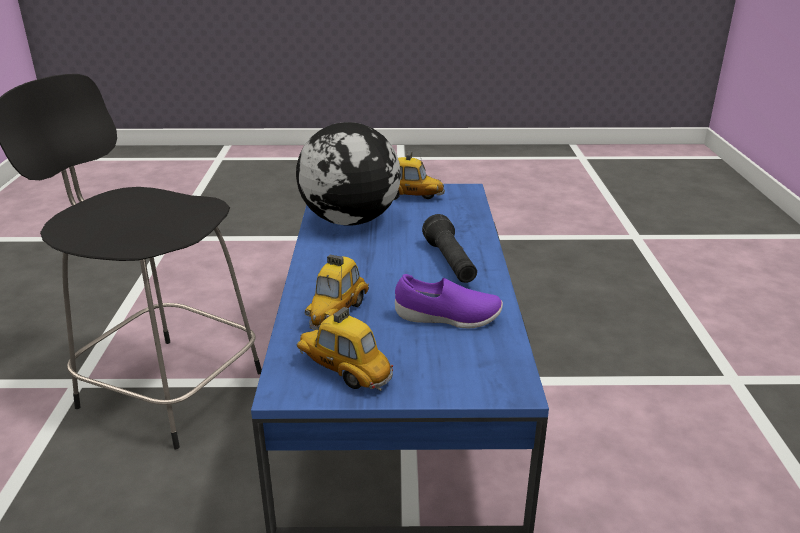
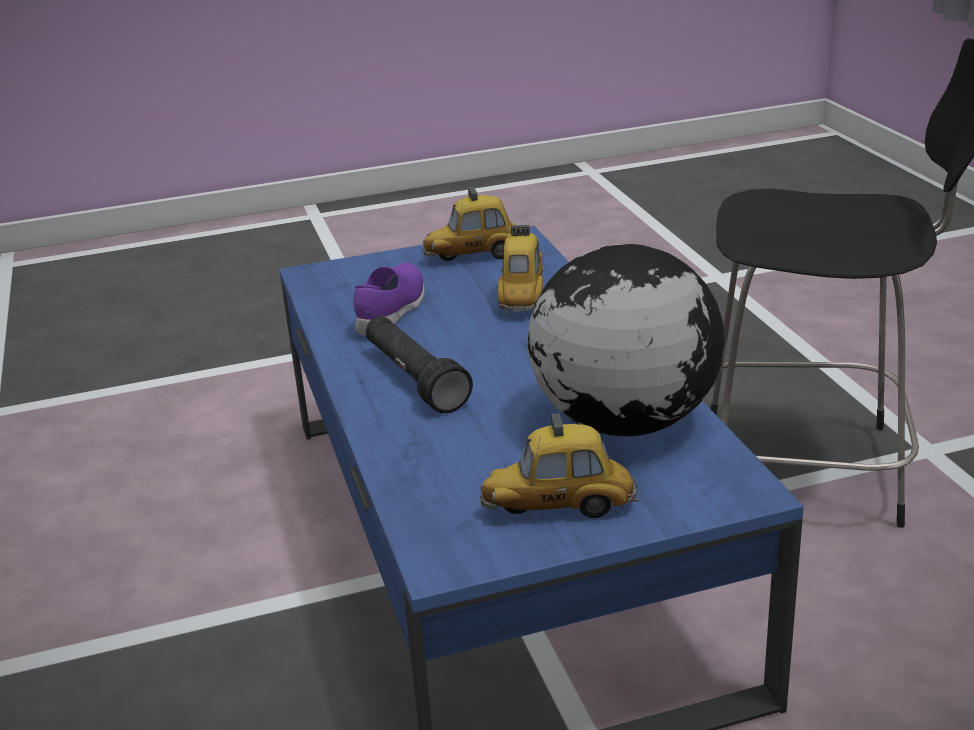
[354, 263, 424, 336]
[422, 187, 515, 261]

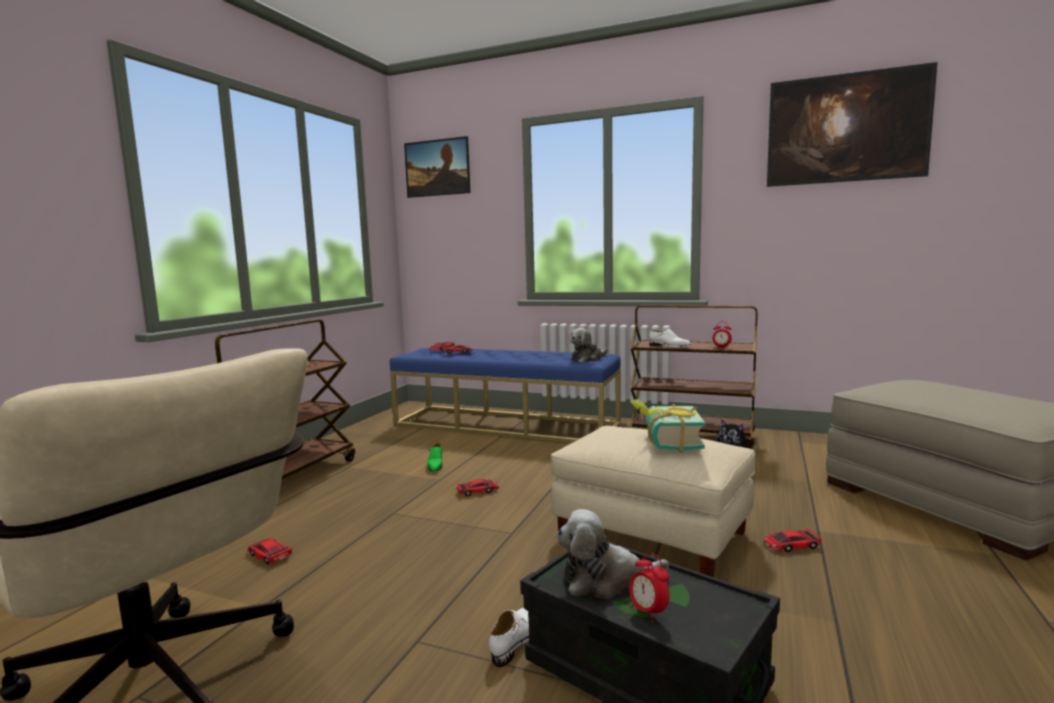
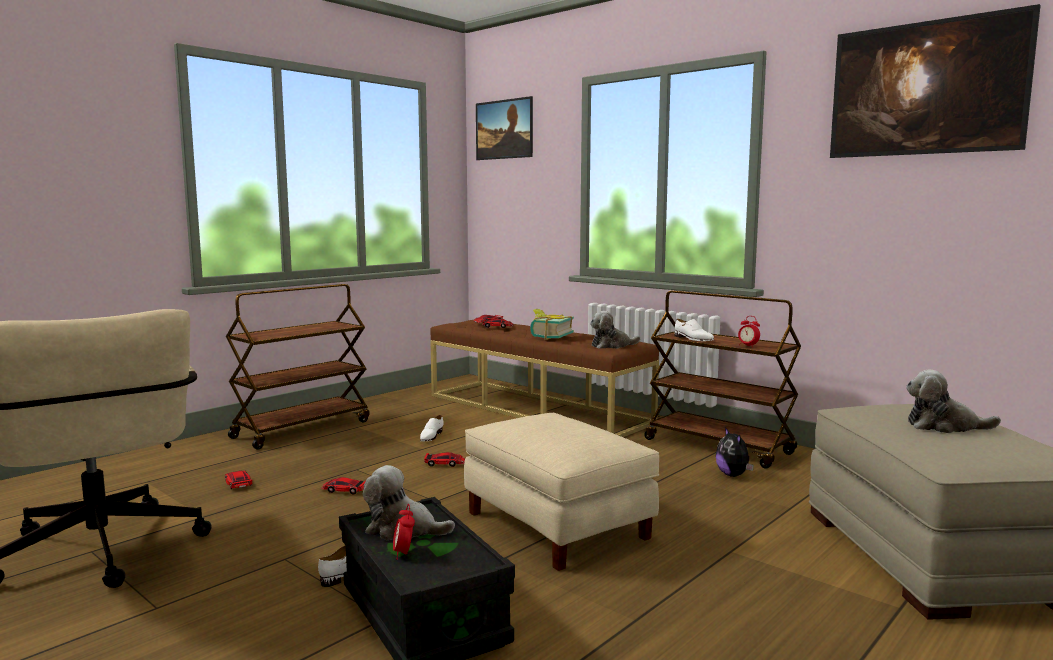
[430, 320, 659, 437]
[530, 309, 574, 340]
[420, 415, 444, 441]
[321, 477, 366, 495]
[906, 370, 1001, 433]

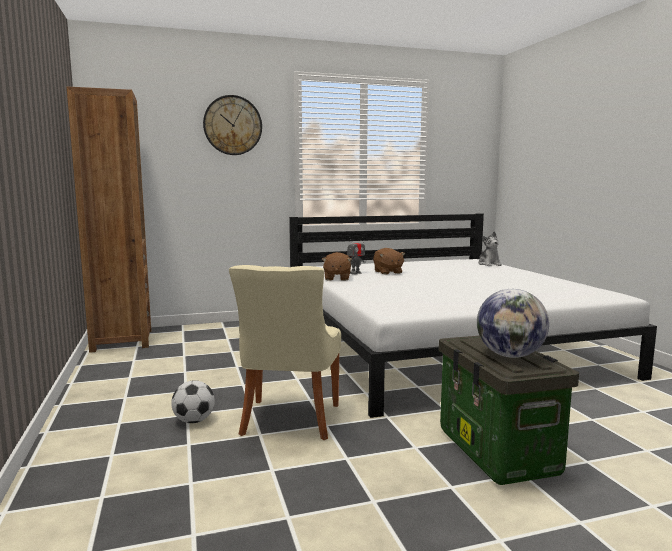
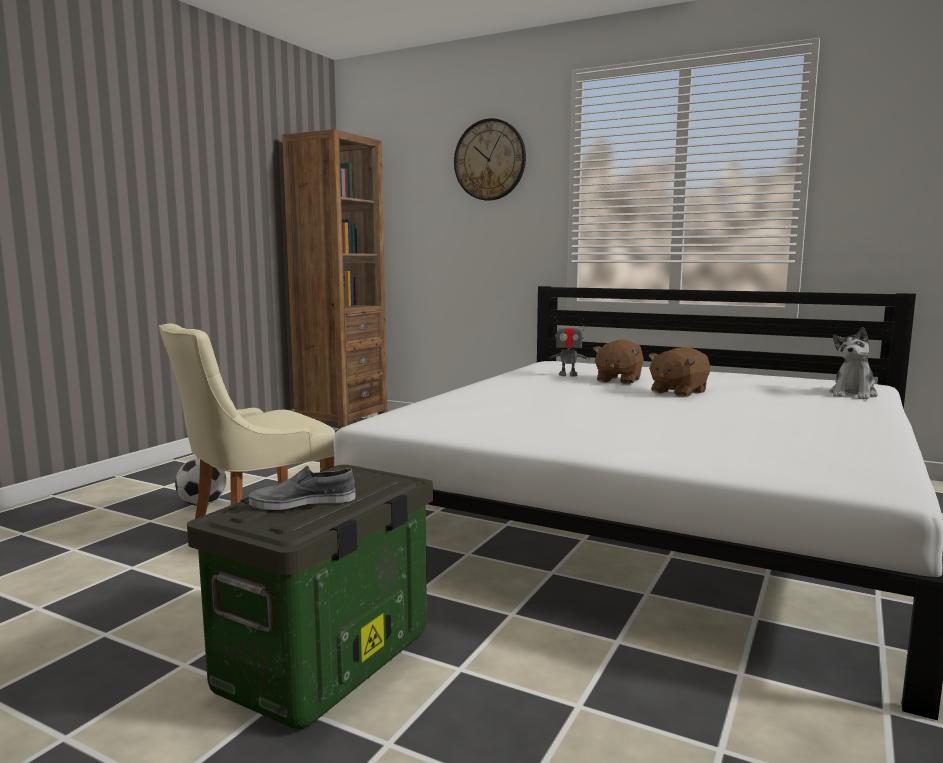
[648, 347, 710, 397]
[249, 466, 355, 510]

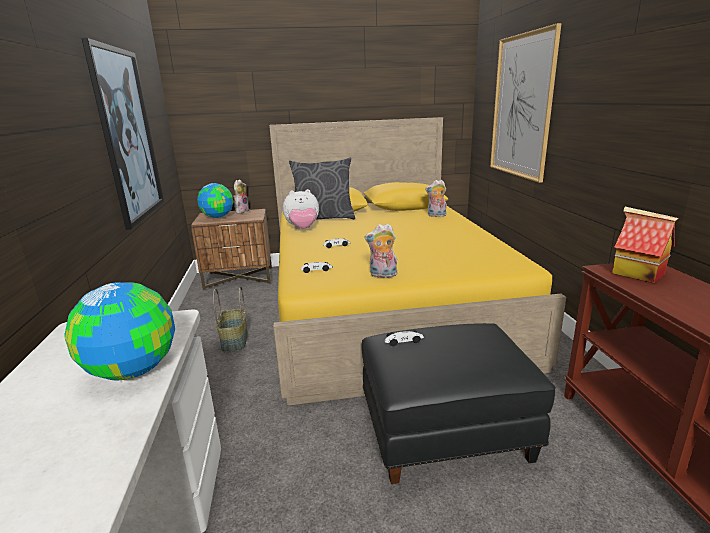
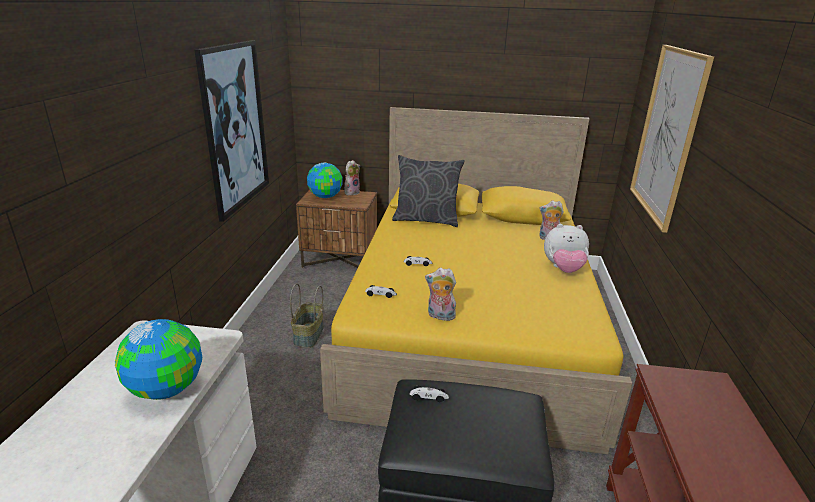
[544, 224, 589, 273]
[612, 207, 678, 283] (first image)

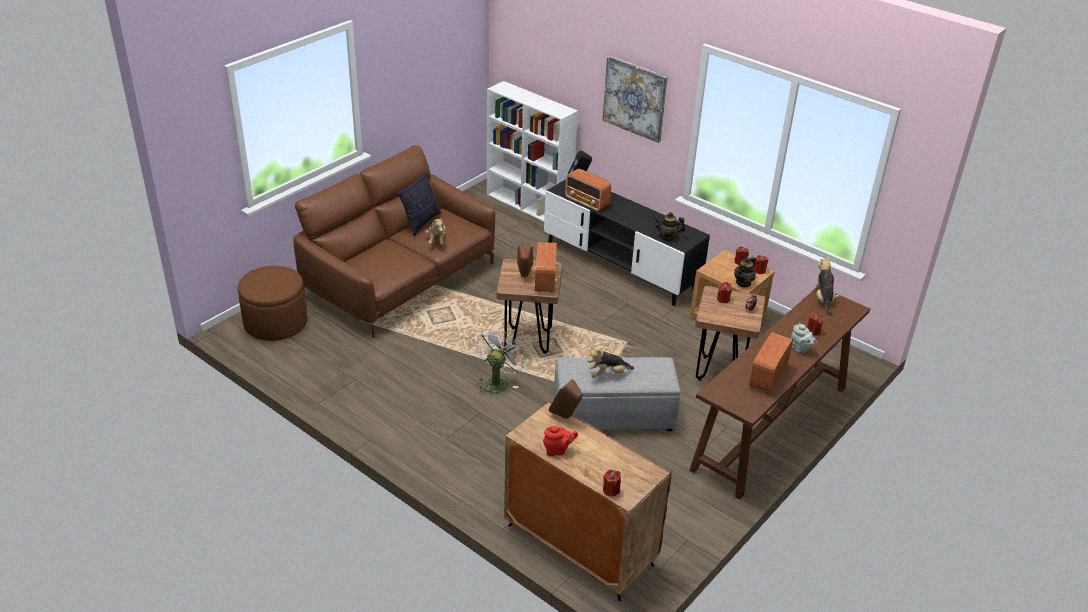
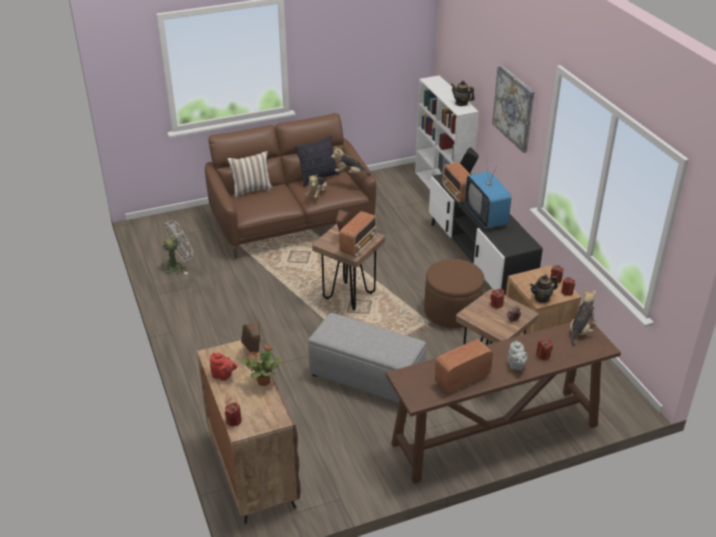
[451, 80, 475, 106]
[424, 259, 485, 328]
[159, 220, 193, 274]
[331, 146, 371, 176]
[227, 151, 273, 197]
[465, 158, 511, 229]
[241, 344, 282, 386]

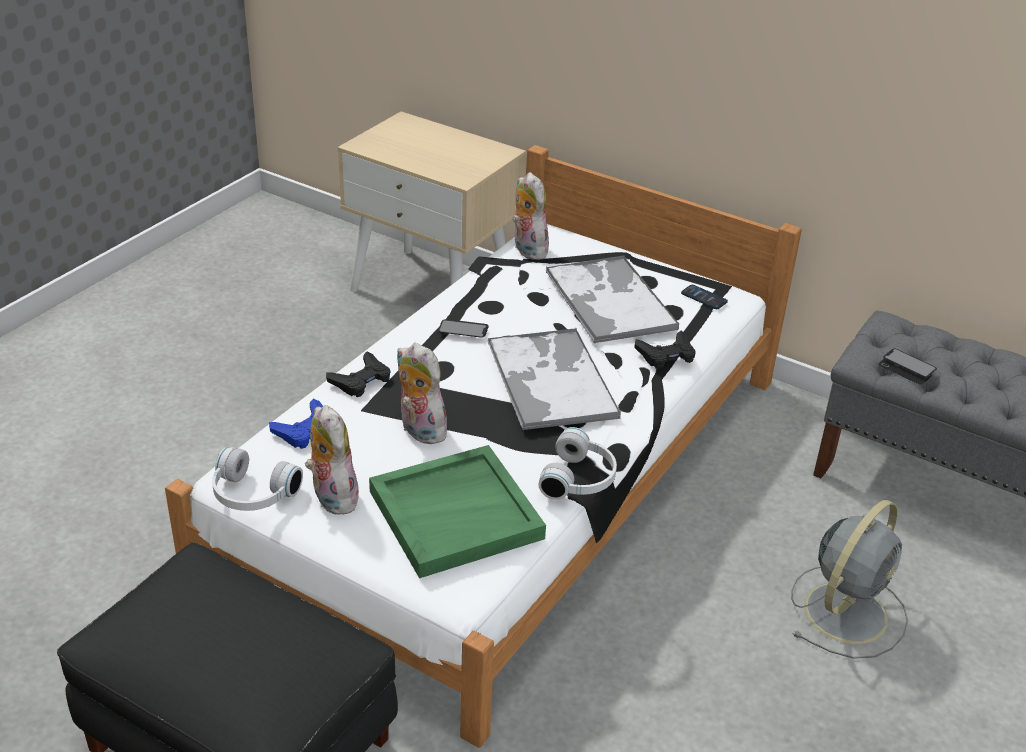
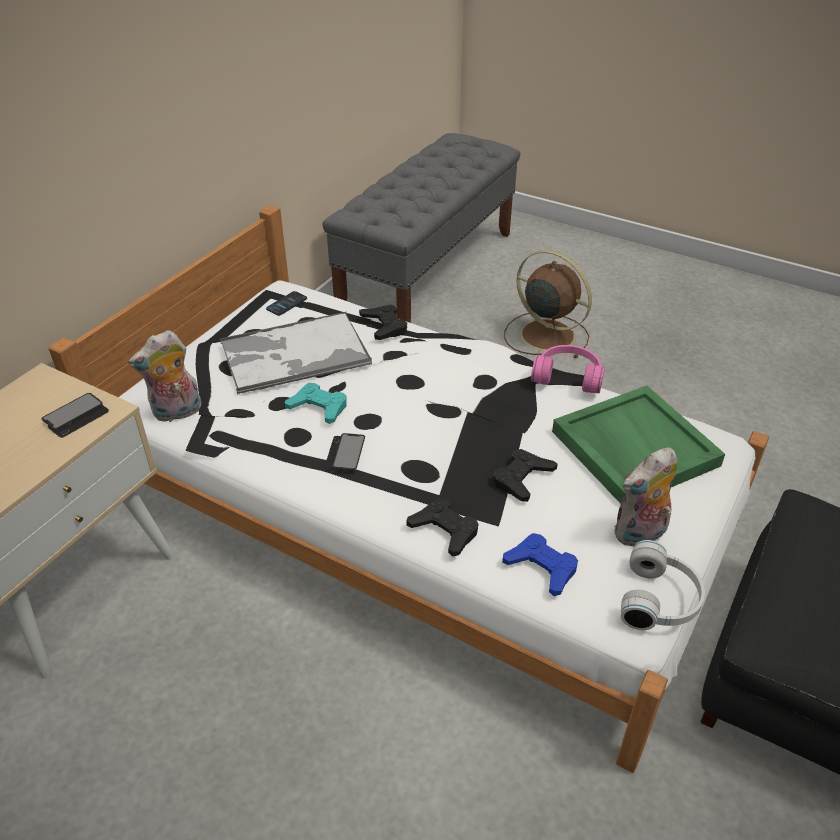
[488, 328, 621, 430] (first image)
[493, 449, 558, 502]
[42, 393, 109, 438]
[531, 345, 605, 393]
[504, 250, 592, 359]
[285, 383, 347, 424]

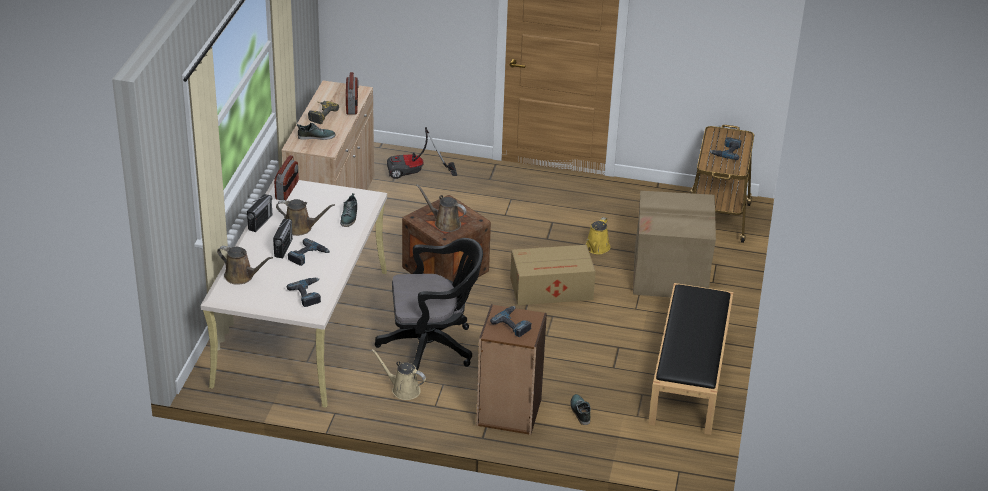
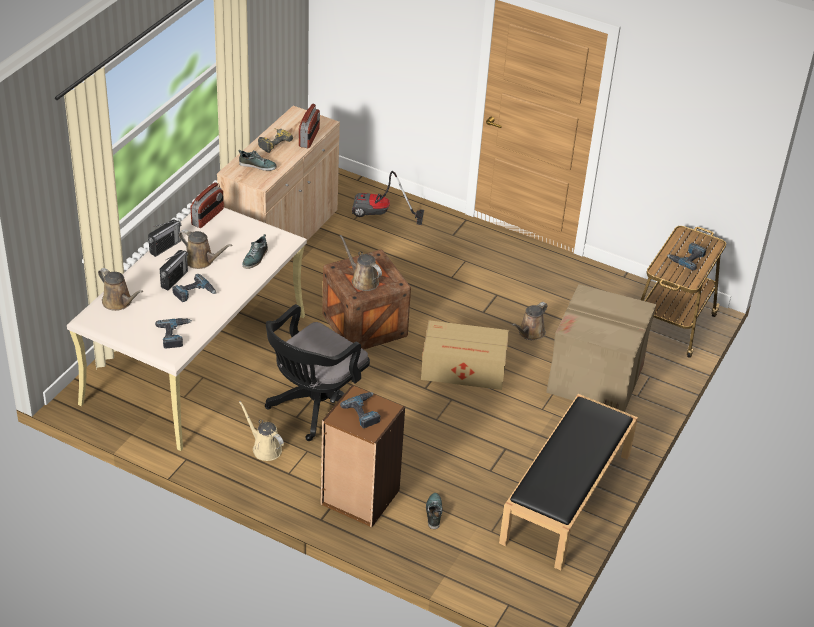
[512, 302, 548, 340]
[265, 304, 370, 441]

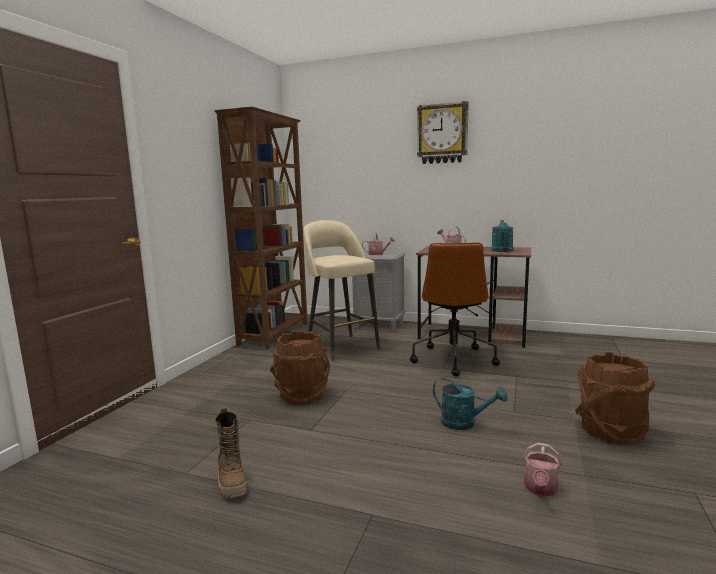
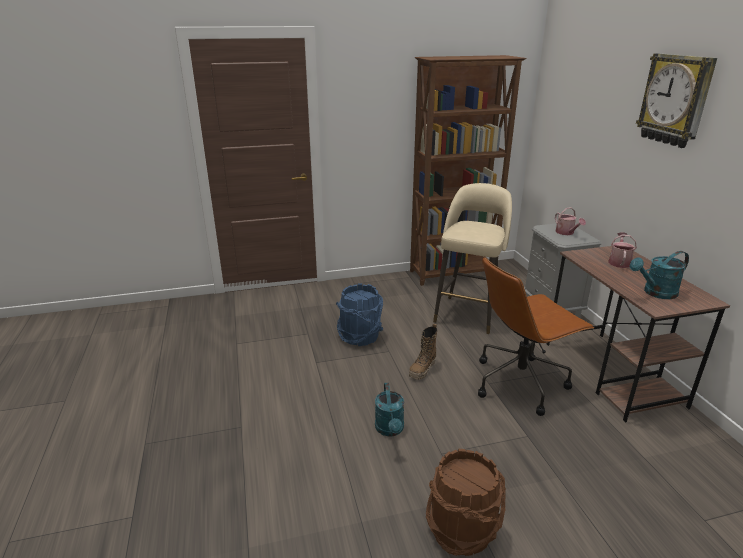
[336, 284, 383, 346]
[409, 324, 437, 380]
[523, 443, 562, 497] (first image)

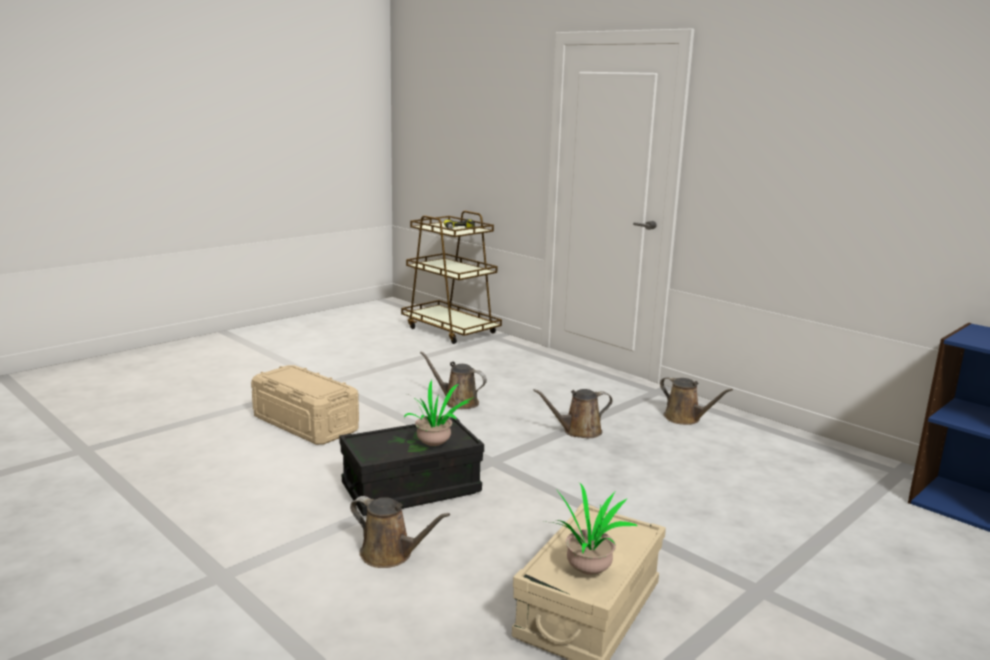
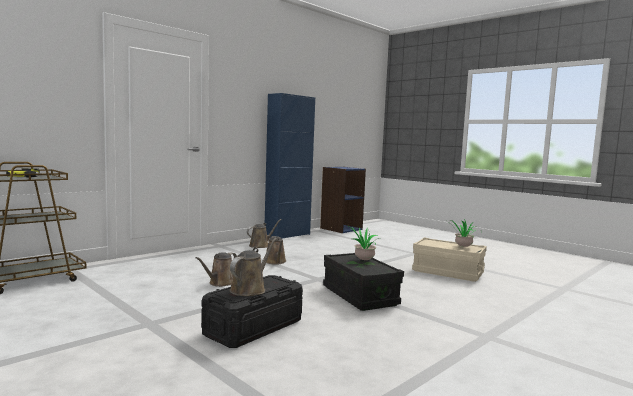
[201, 275, 303, 348]
[230, 238, 277, 296]
[265, 93, 315, 239]

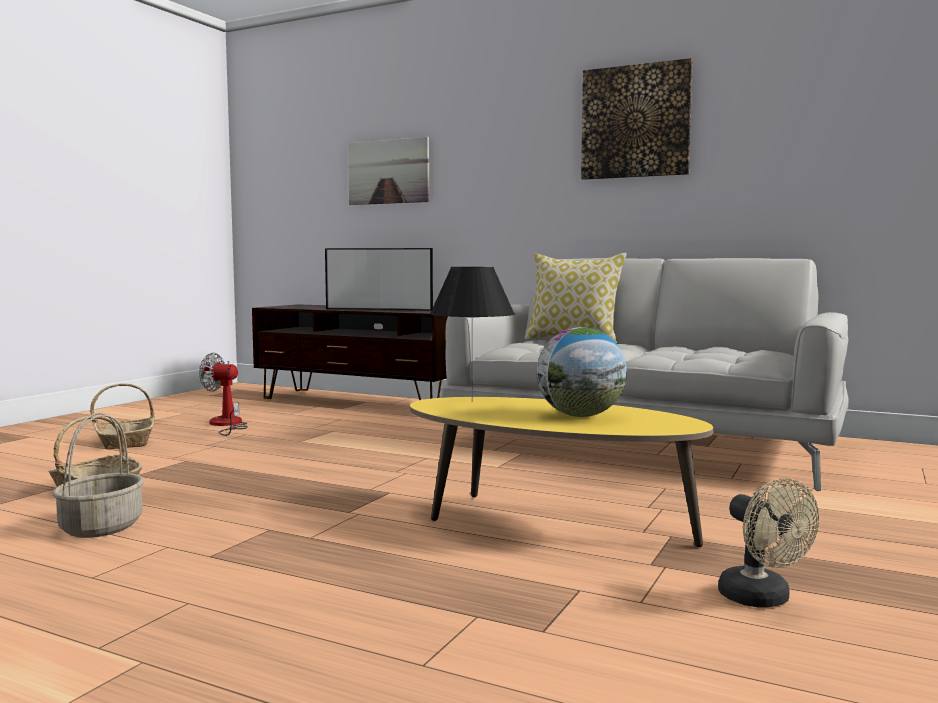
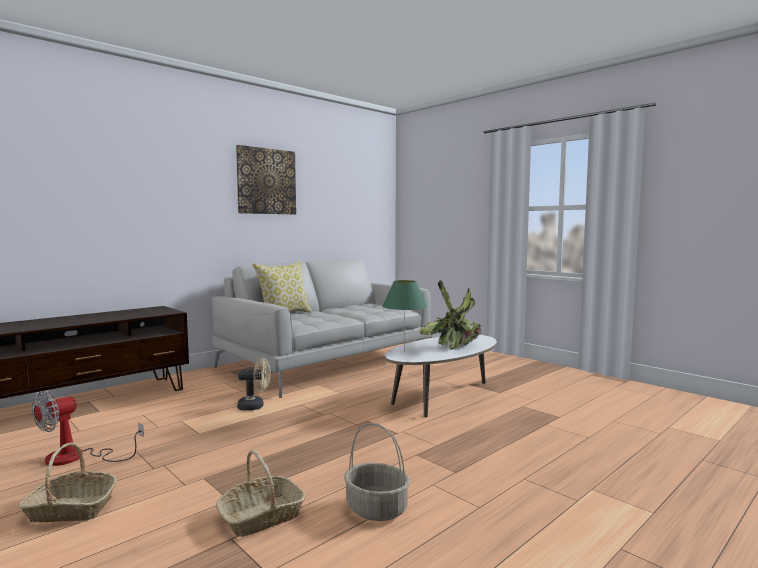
[348, 137, 429, 205] (first image)
[325, 248, 433, 311] (first image)
[382, 280, 427, 353]
[419, 280, 481, 350]
[385, 335, 497, 417]
[237, 358, 271, 411]

